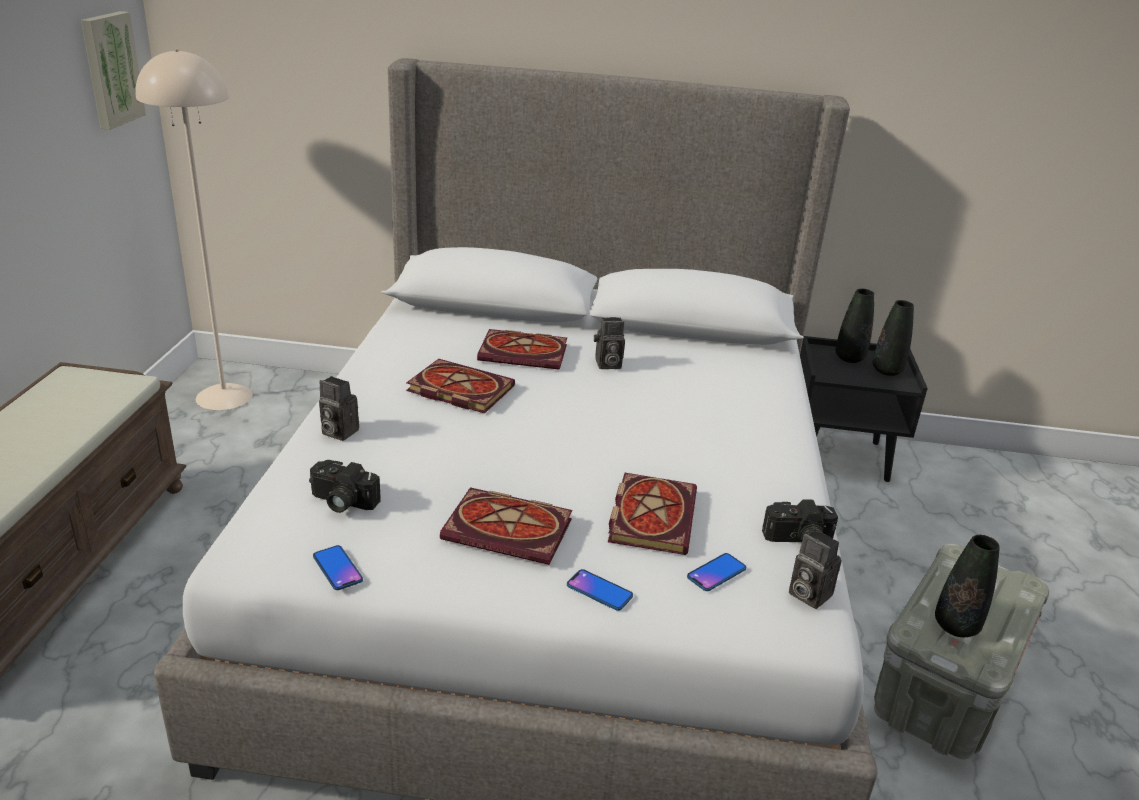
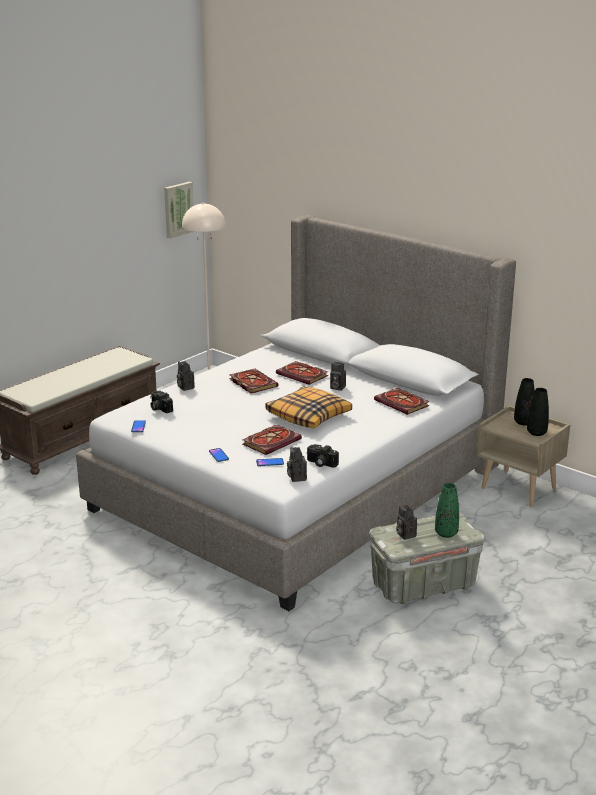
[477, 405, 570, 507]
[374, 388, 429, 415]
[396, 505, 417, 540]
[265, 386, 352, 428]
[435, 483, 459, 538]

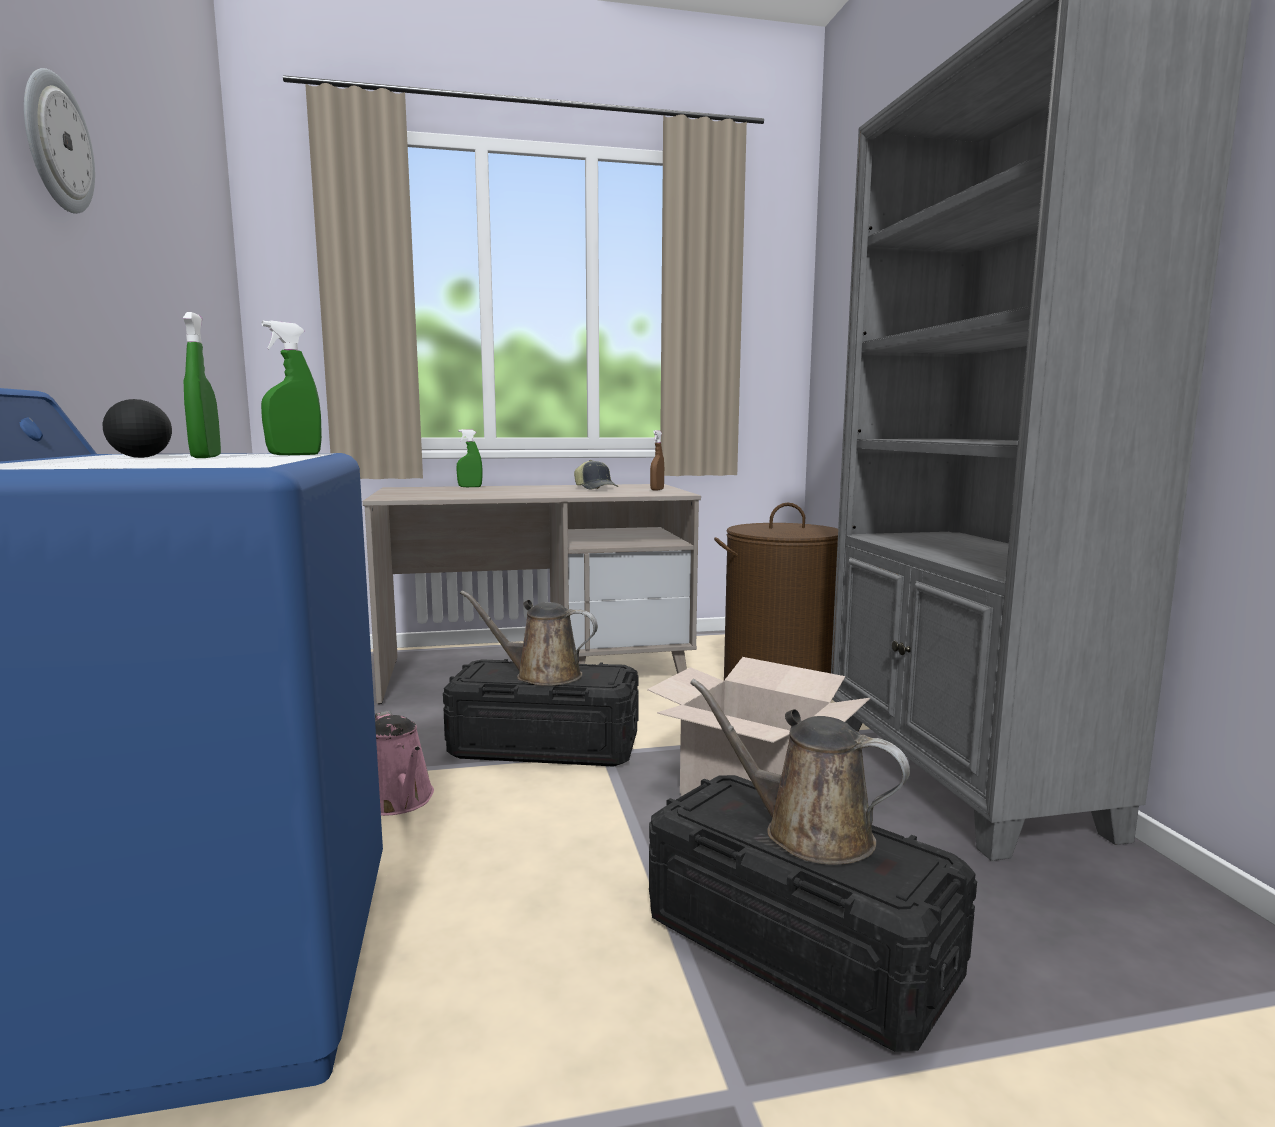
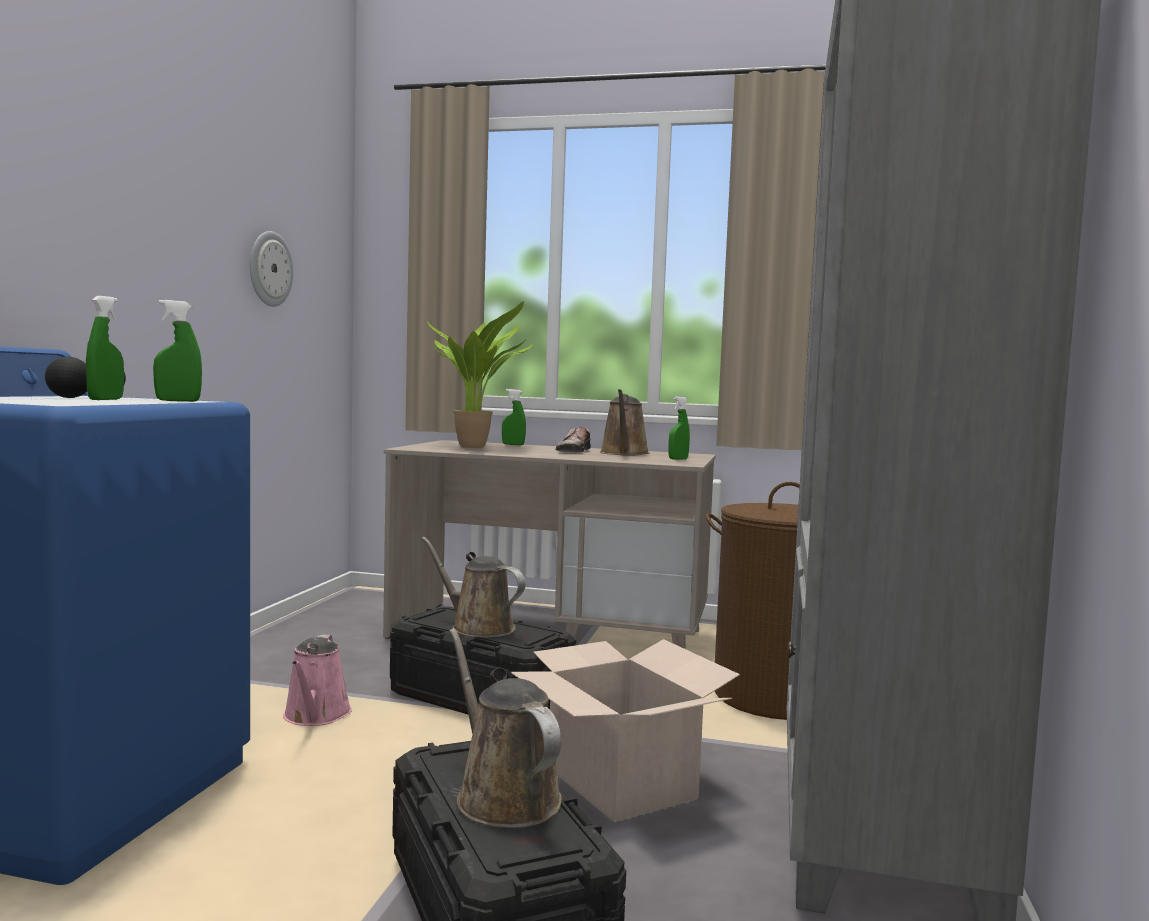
[250, 231, 293, 307]
[668, 396, 690, 460]
[600, 389, 650, 456]
[427, 301, 533, 448]
[556, 427, 591, 452]

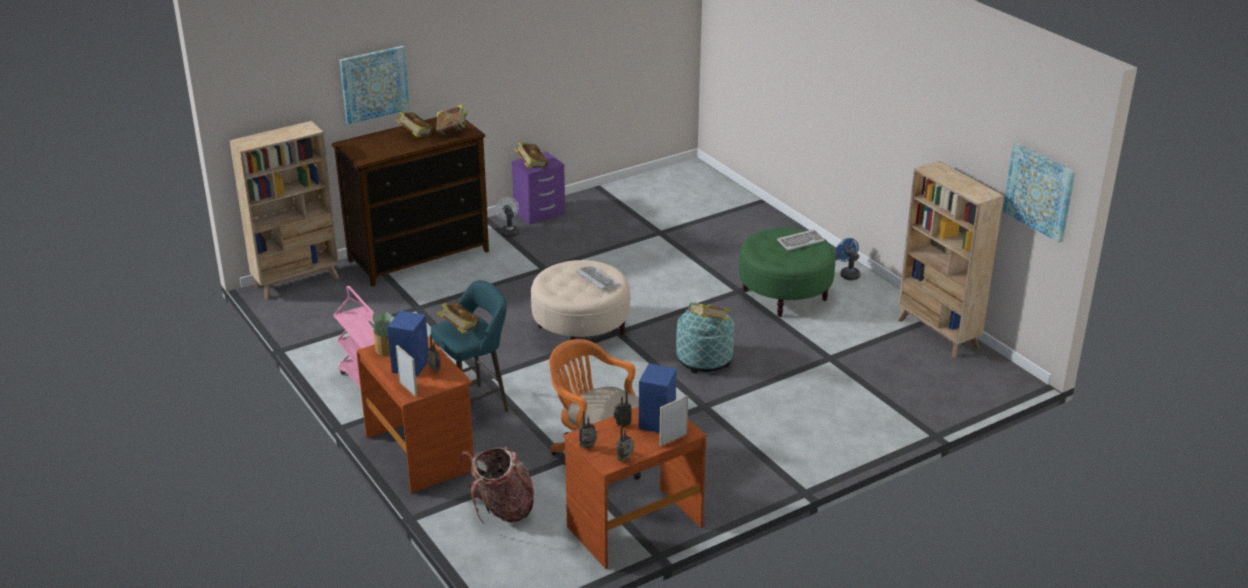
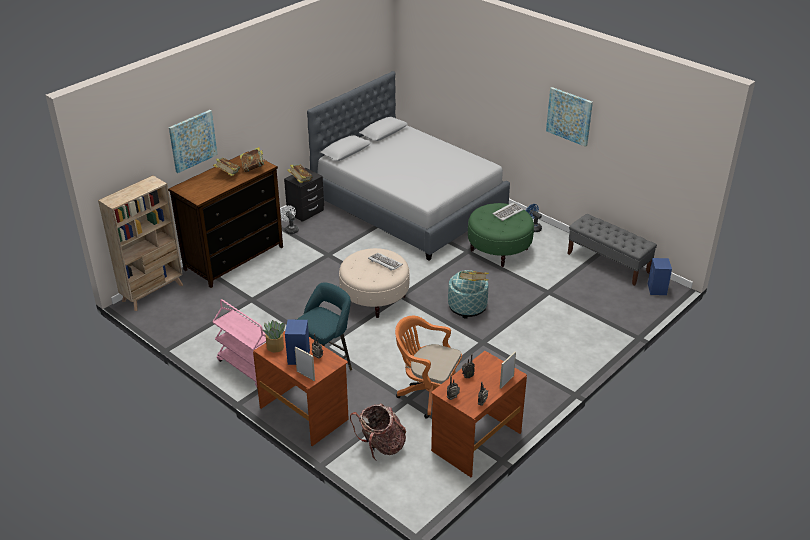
[546, 87, 593, 147]
[284, 168, 324, 222]
[568, 214, 657, 286]
[436, 301, 480, 334] (first image)
[648, 258, 672, 295]
[307, 71, 510, 261]

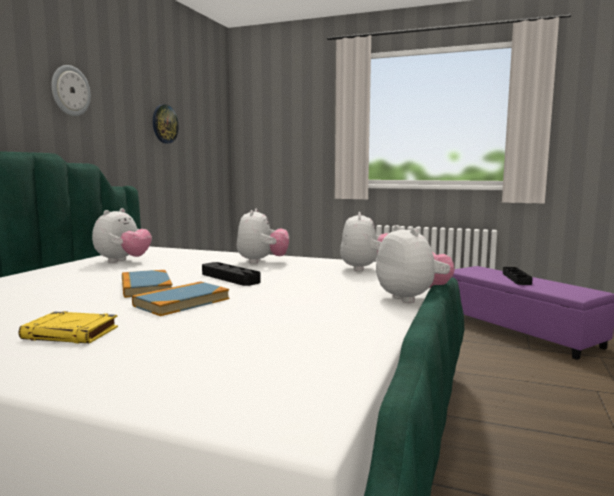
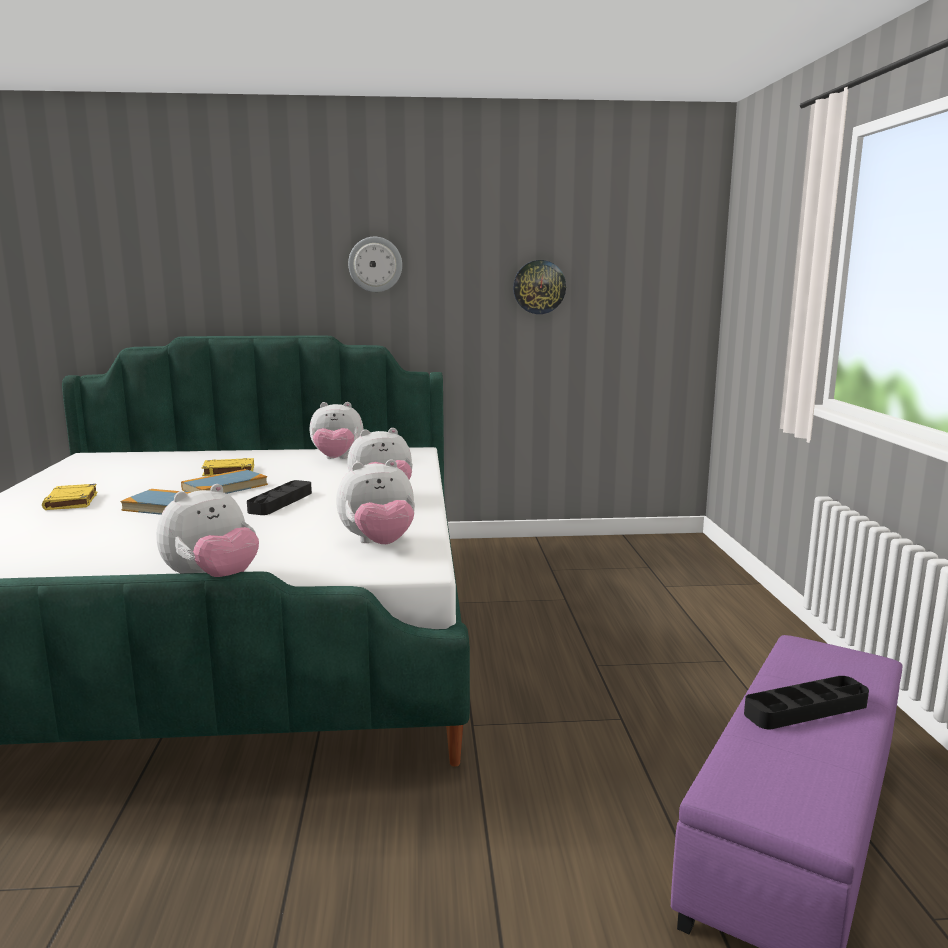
[202, 458, 254, 476]

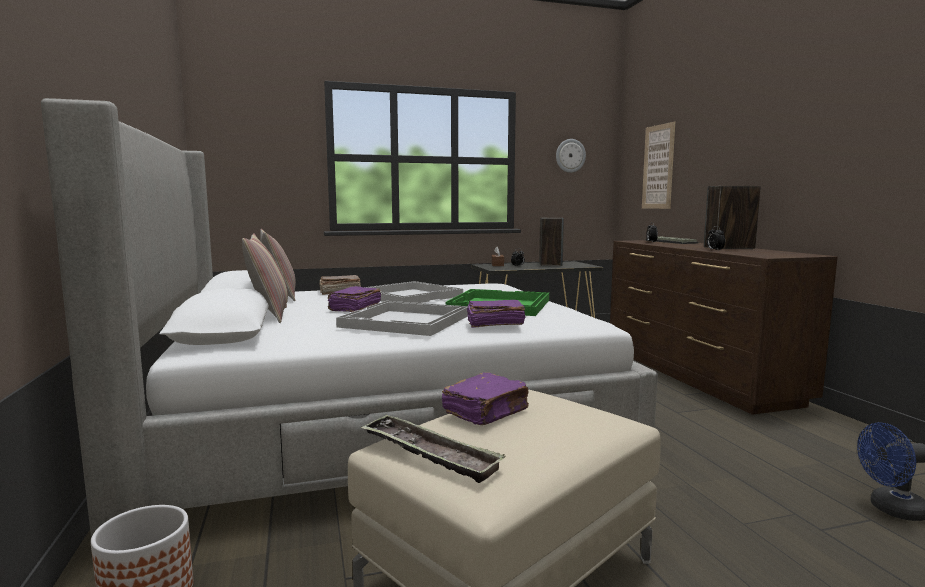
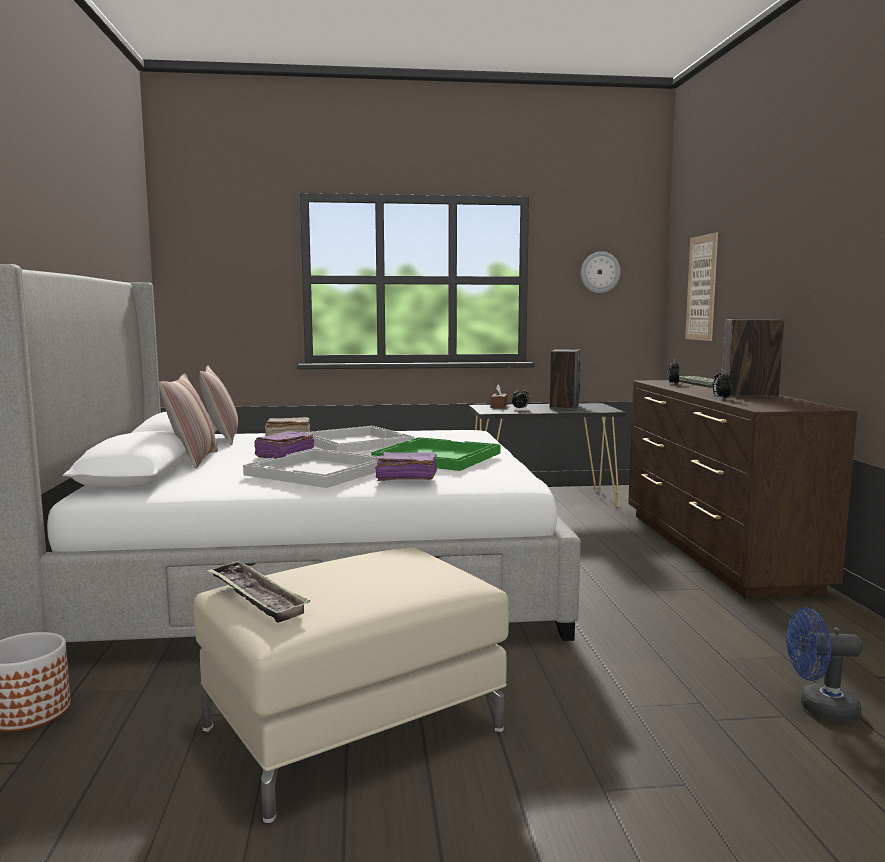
[442, 372, 529, 425] (first image)

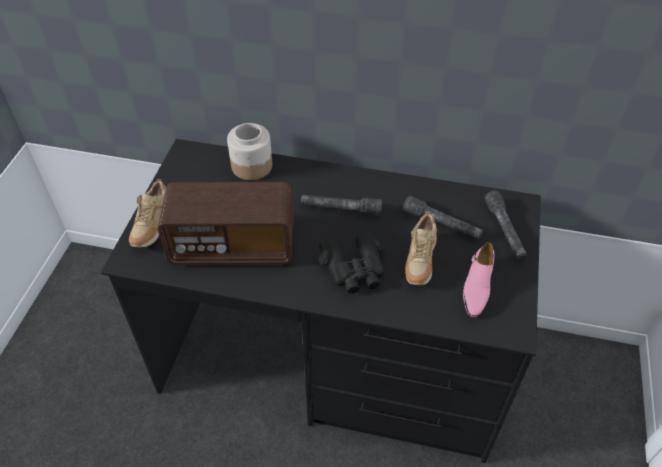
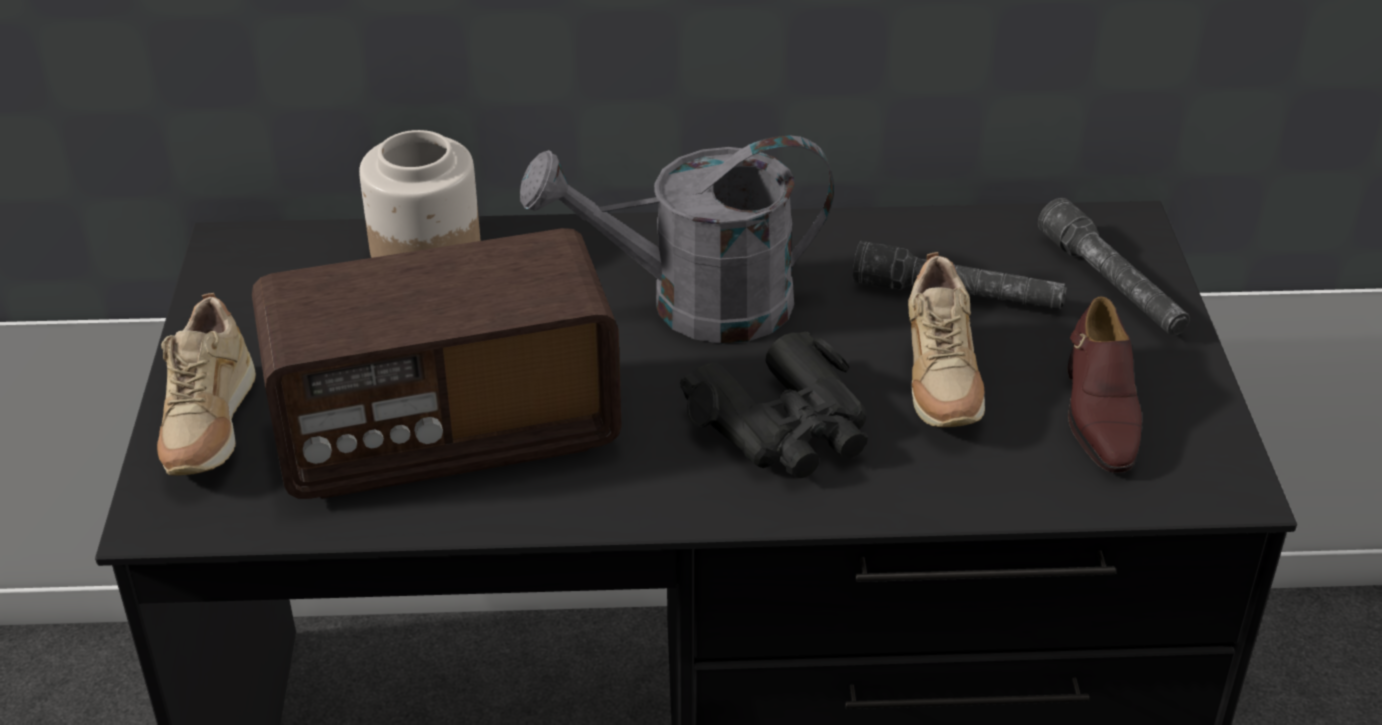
[520, 135, 834, 344]
[1067, 297, 1142, 473]

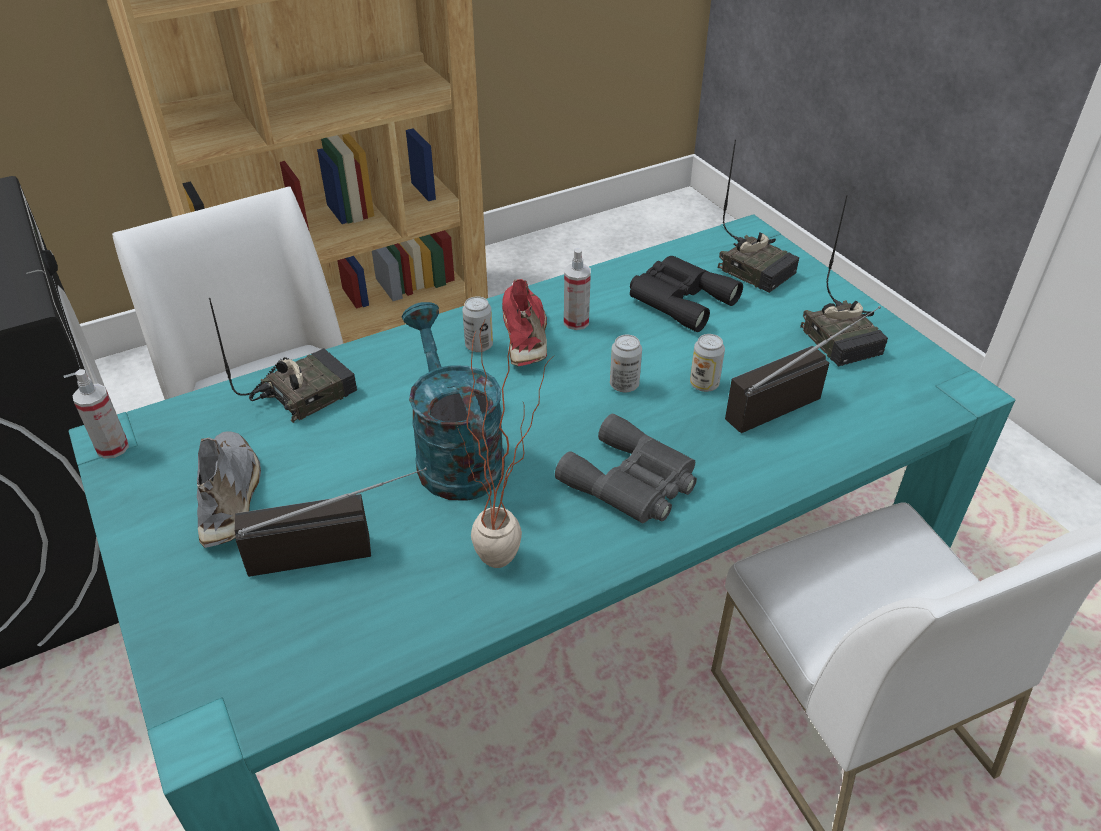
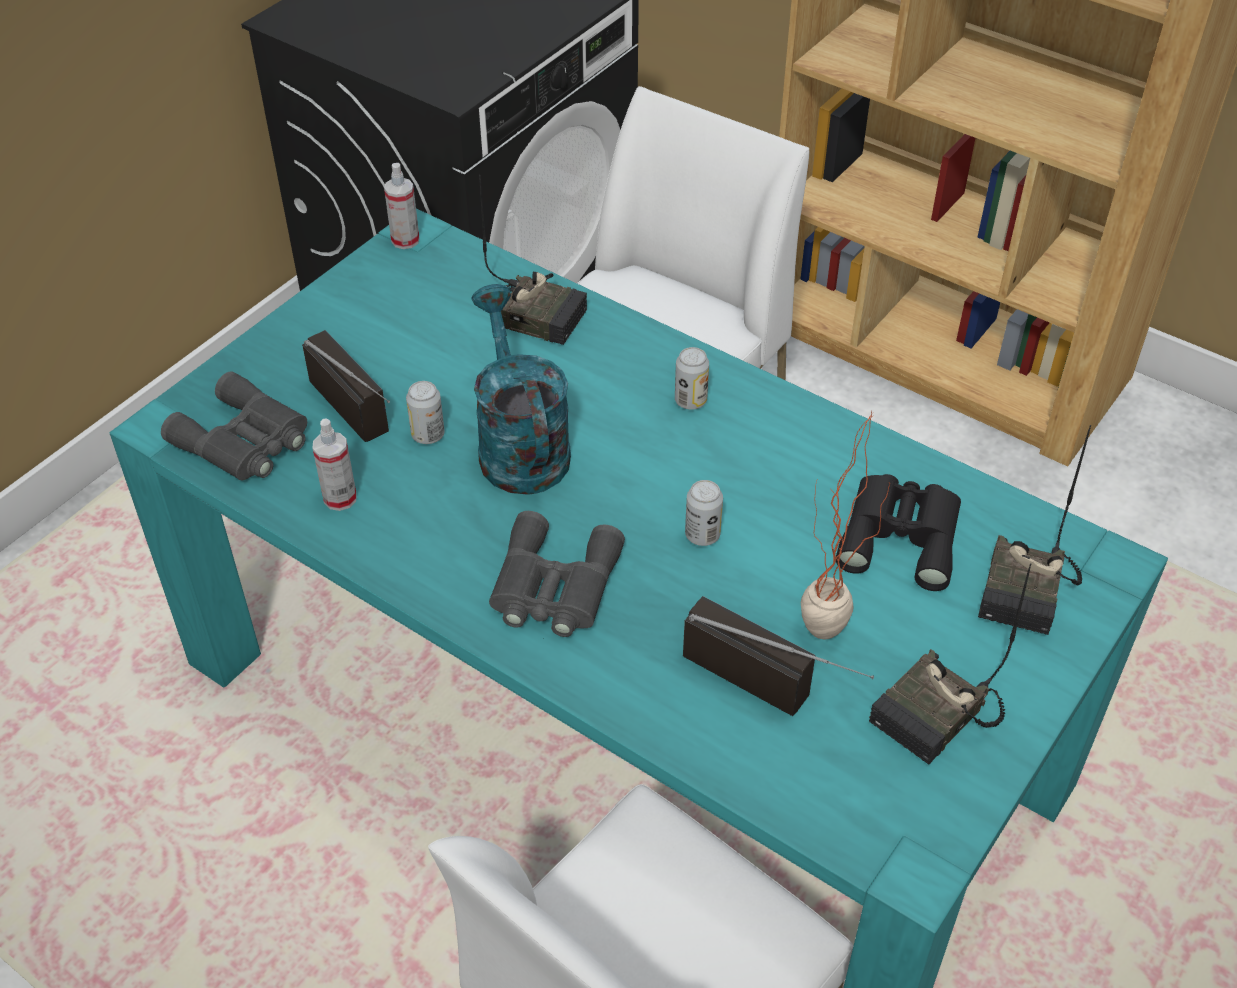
[313, 418, 357, 511]
[502, 279, 547, 366] (first image)
[471, 284, 571, 495]
[801, 411, 890, 639]
[406, 381, 444, 444]
[197, 431, 261, 548] (first image)
[161, 372, 307, 481]

